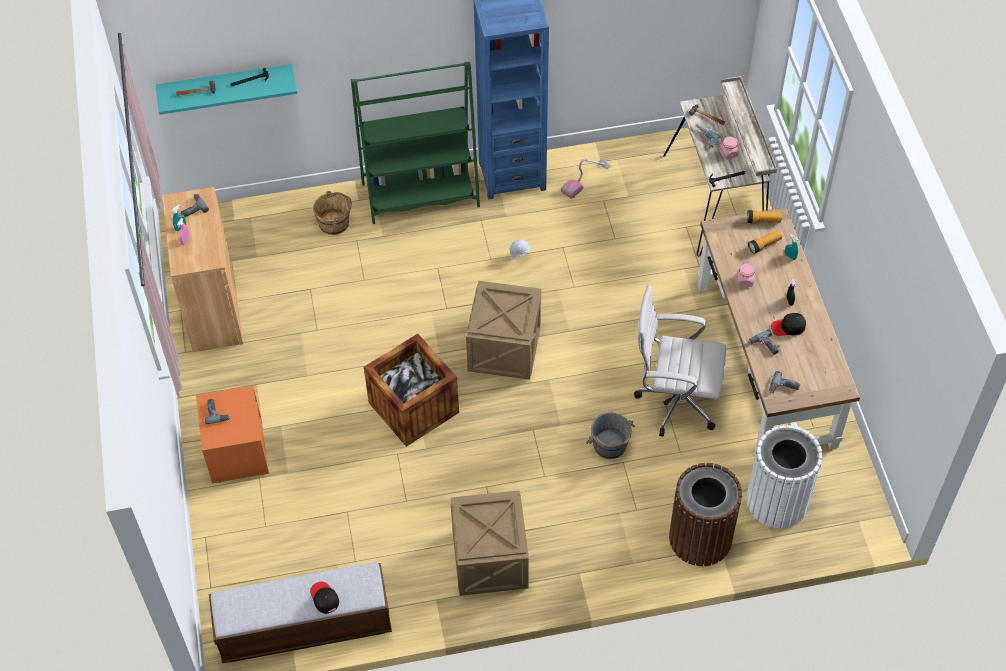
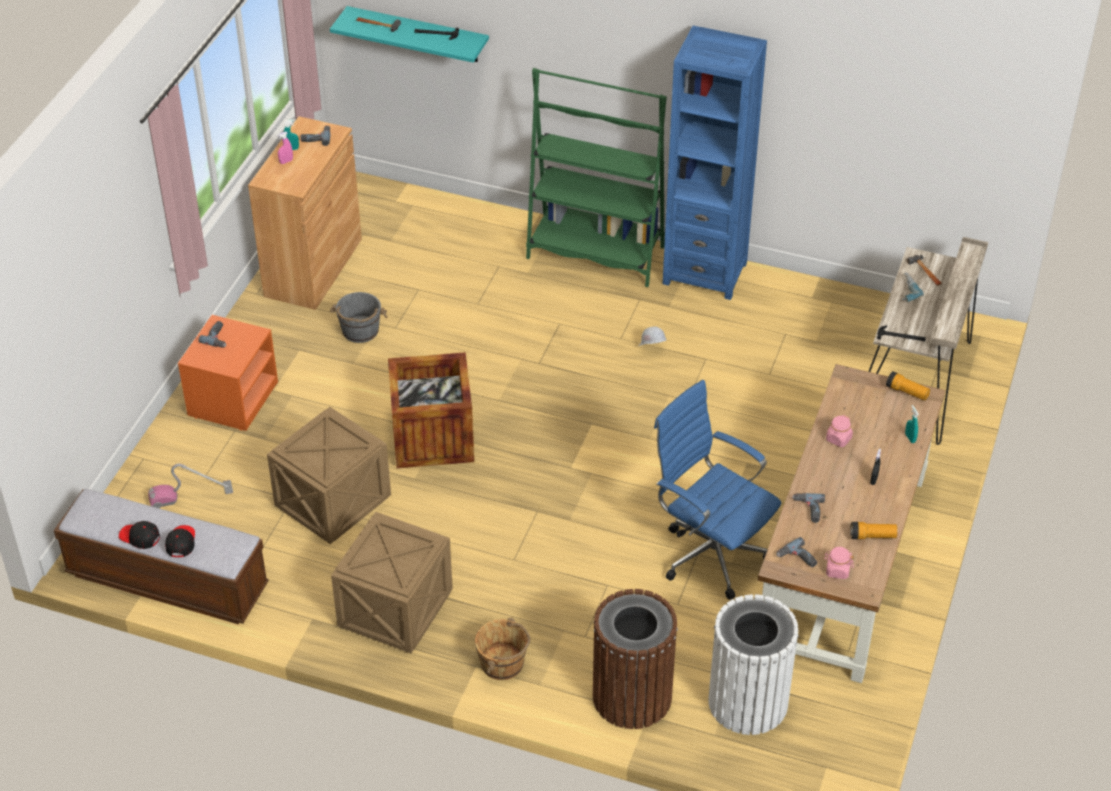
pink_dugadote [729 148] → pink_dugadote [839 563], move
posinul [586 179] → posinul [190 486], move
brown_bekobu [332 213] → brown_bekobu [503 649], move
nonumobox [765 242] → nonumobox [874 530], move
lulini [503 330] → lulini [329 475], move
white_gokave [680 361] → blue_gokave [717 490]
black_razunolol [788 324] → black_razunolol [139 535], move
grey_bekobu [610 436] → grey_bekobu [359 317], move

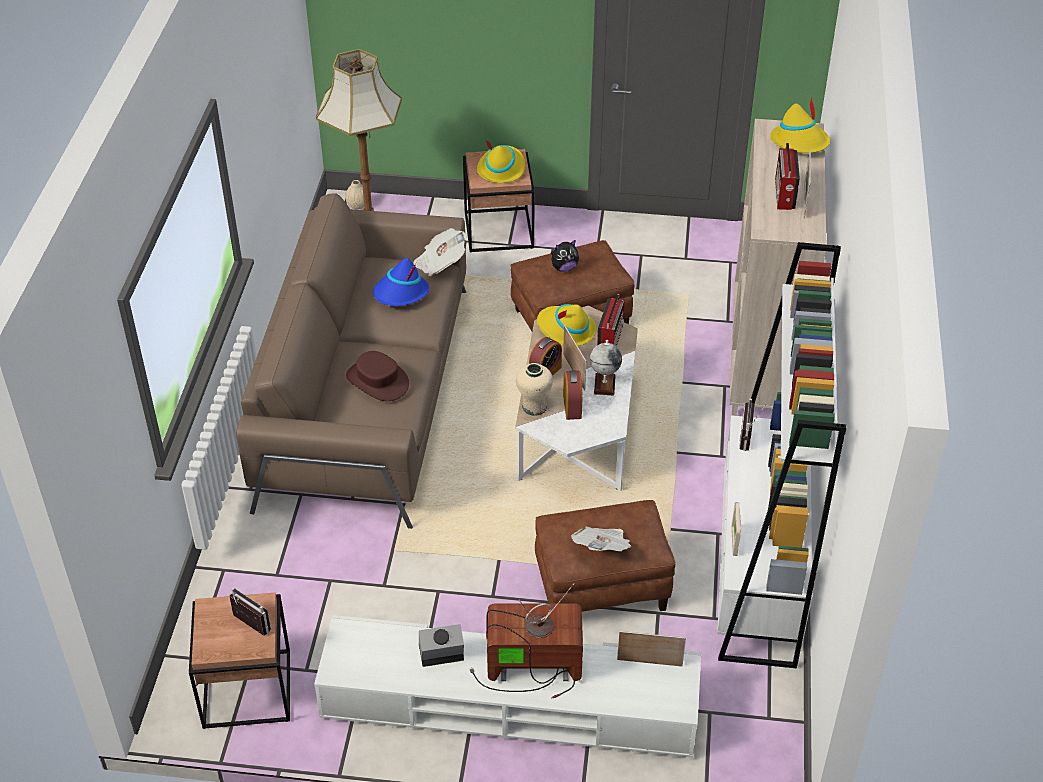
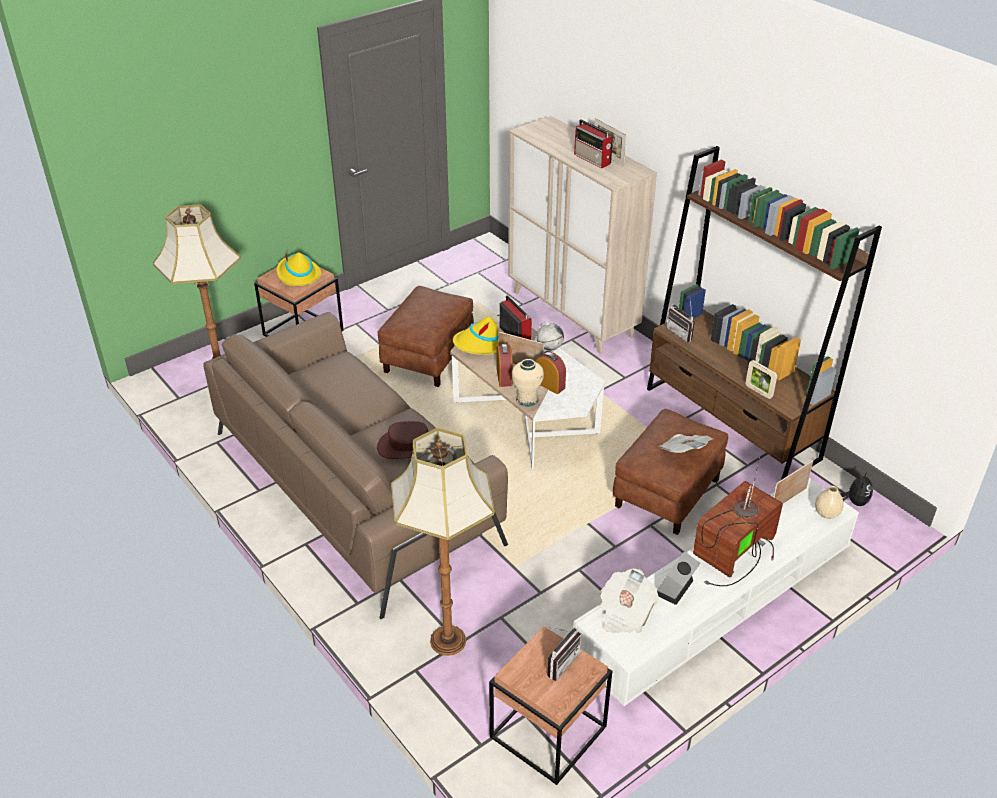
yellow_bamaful [800 125] → -
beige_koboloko [355 194] → beige_koboloko [829 502], move
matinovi [440 252] → matinovi [629 600], move
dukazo [565 256] → dukazo [856 488], move
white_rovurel [782 455] → brown_rovurel [764 313]
blue_bamaful [401 282] → -
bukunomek [250 611] → bukunomek [564 653], 135 degrees clockwise
- → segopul [443 542]

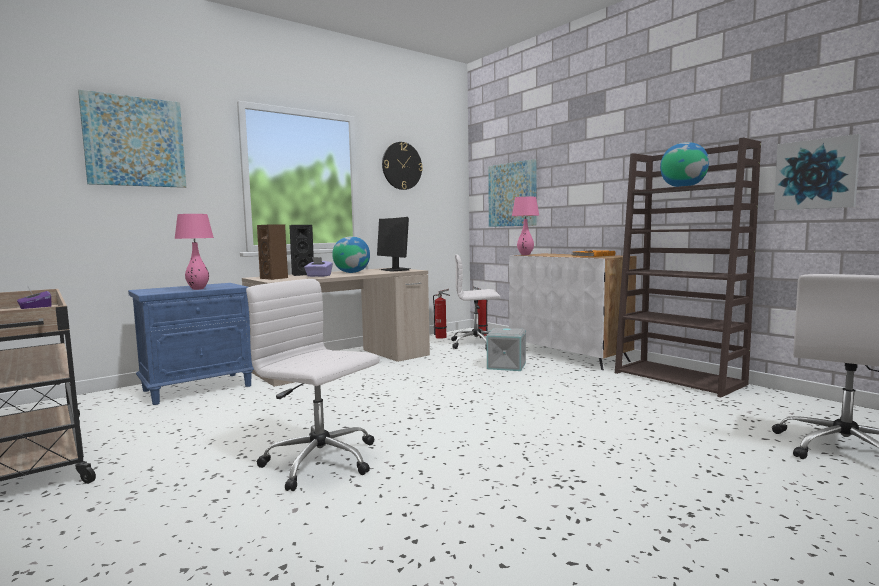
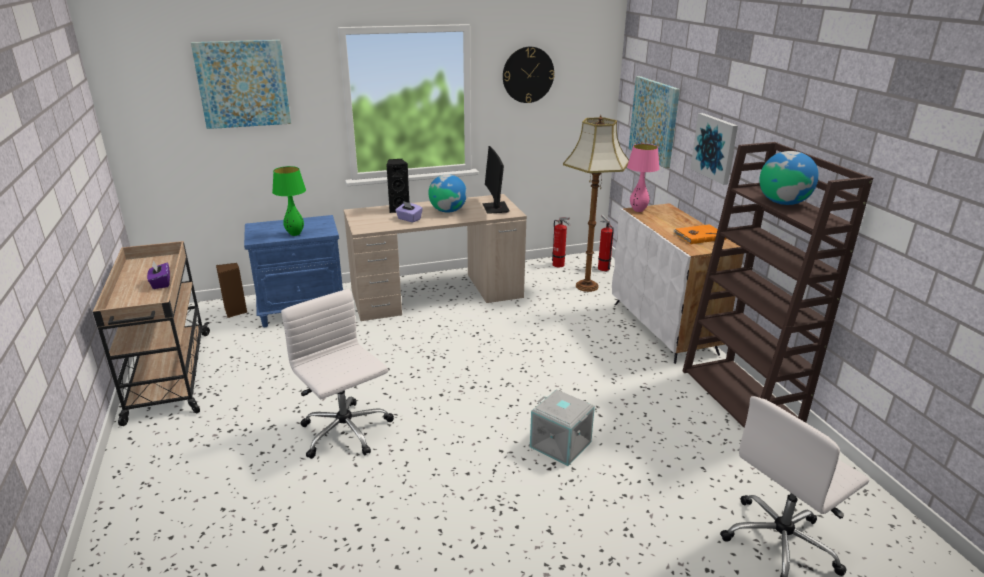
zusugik [817 172] → zusugik [714 149], move
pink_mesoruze [194 252] → green_mesoruze [289 201]
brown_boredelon [272 252] → brown_boredelon [231 290], move
white_gokave [475 302] → segopul [596 203]
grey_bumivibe [506 349] → grey_bumivibe [562 427], move

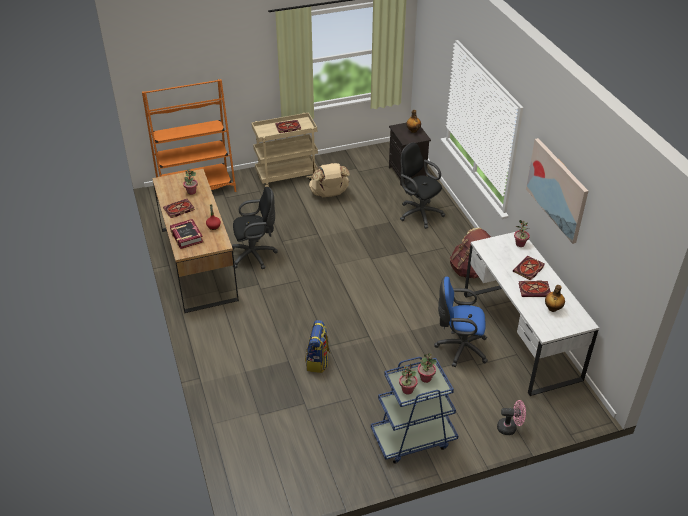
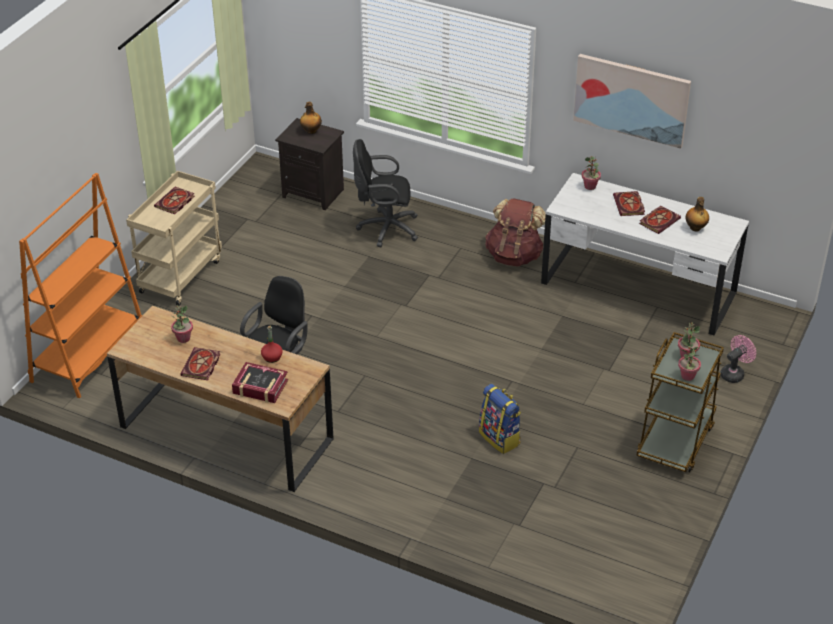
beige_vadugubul [329 180] → -
blue_gokave [461 322] → -
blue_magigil [414 410] → brown_magigil [680 402]

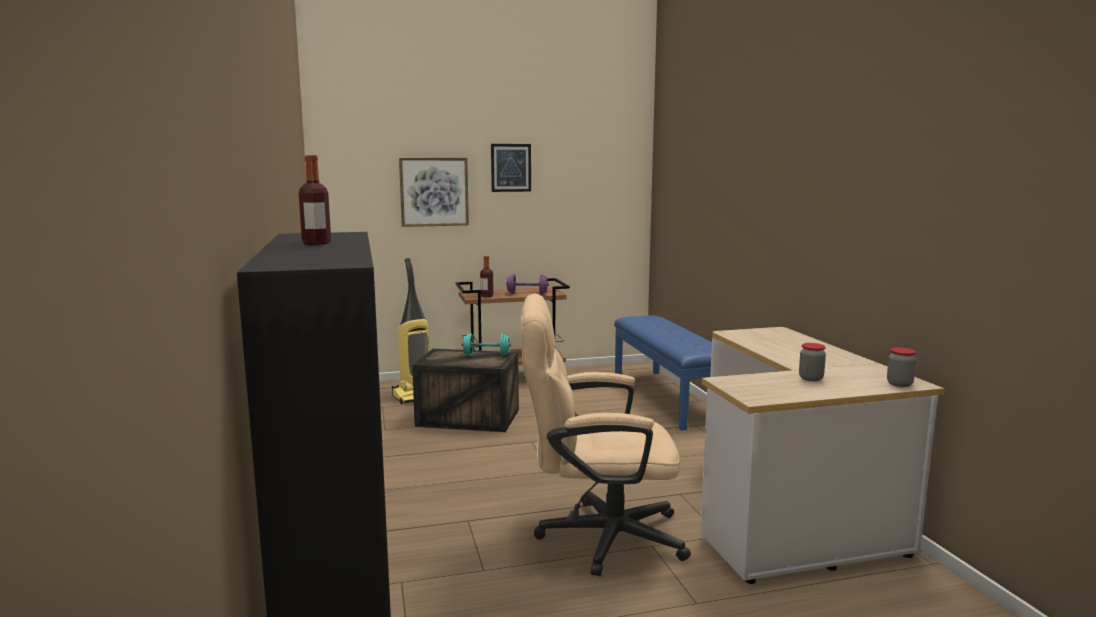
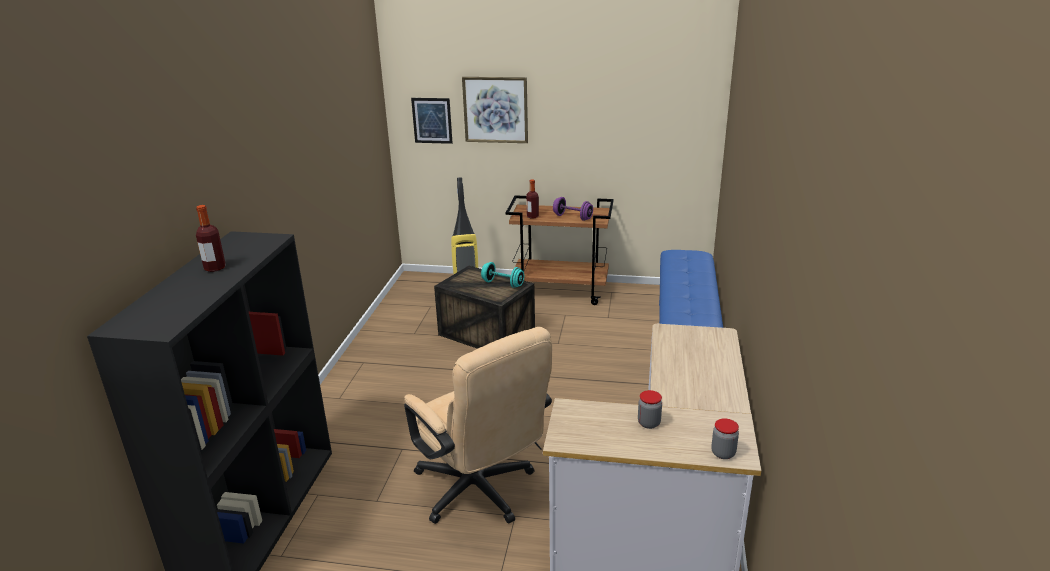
zusugik [511 168] → zusugik [431 121], move
beige_gokave [606 435] → beige_gokave [478 425], 150 degrees counterclockwise

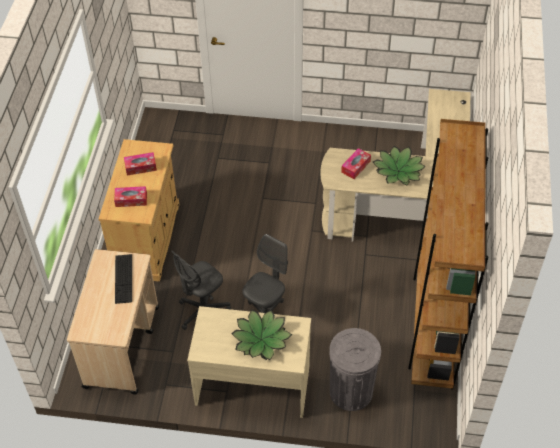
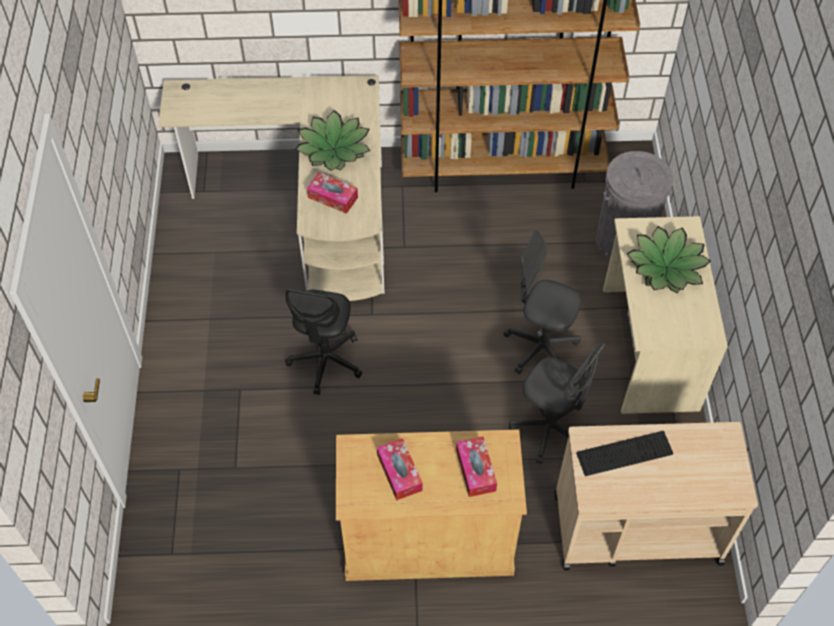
- → black_gokave [324 342]

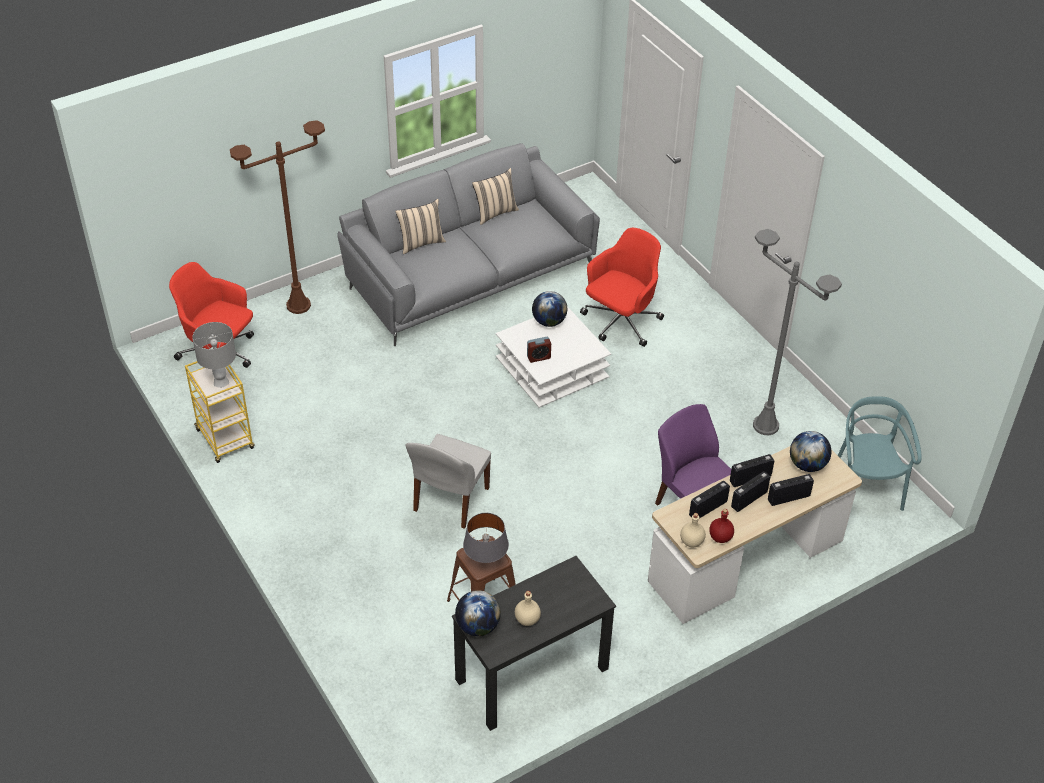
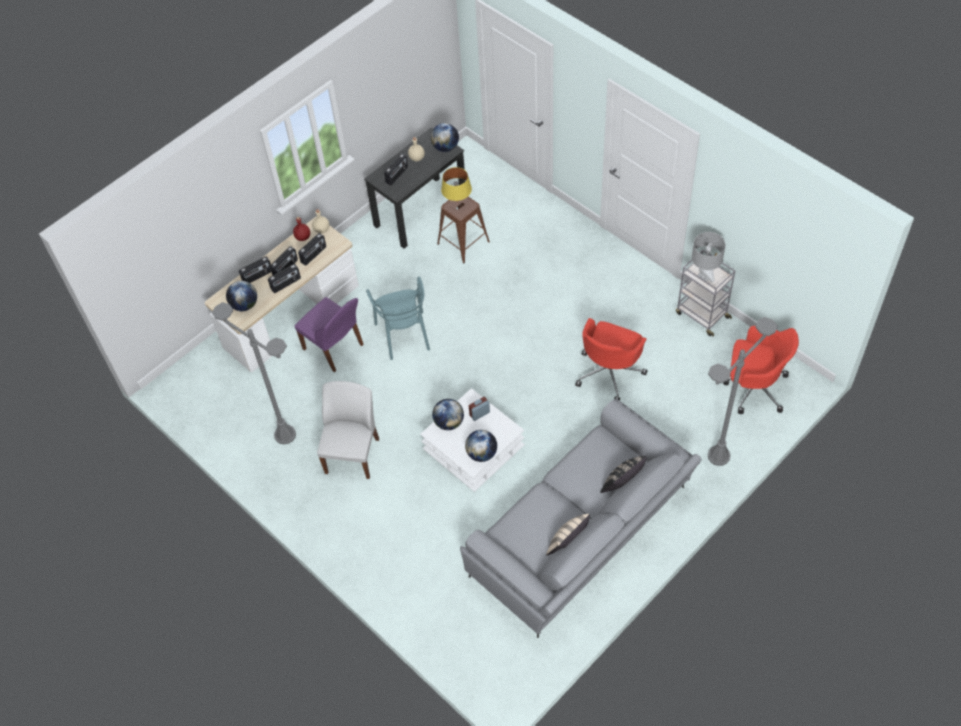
brown_segopul [277 217] → grey_segopul [743 391]
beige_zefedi [420 226] → black_zefedi [623 474]
red_gokave [622 287] → red_gokave [611 359], move
yellow_magigil [220 412] → grey_magigil [705 293]
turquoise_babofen [880 453] → turquoise_babofen [398 318], move
white_babofen [448 481] → white_babofen [348 430], move
grey_mesoruze [486 538] → yellow_mesoruze [456 185]
- → bukunomek [396 169]
- → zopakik [448 414]

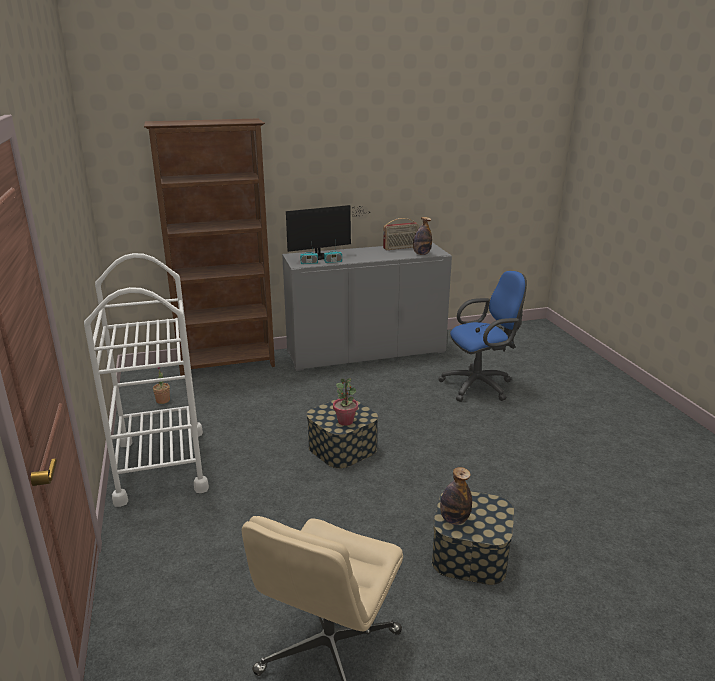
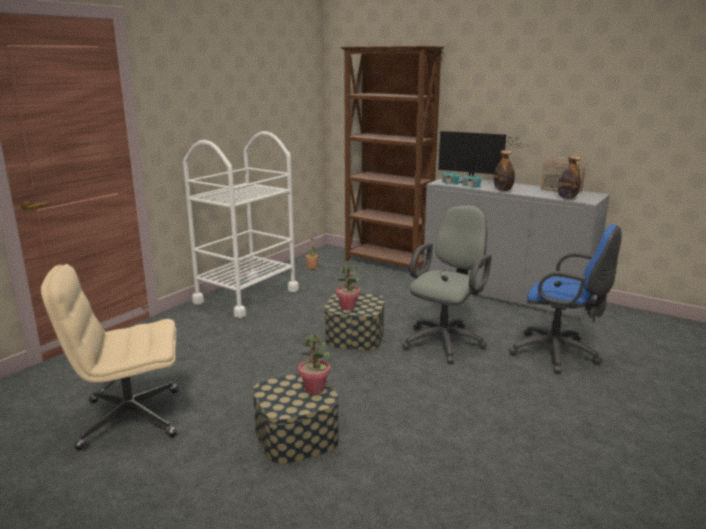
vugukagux [456 496] → vugukagux [504 170], move
- → grey_gokave [447 285]
- → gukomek [314 364]

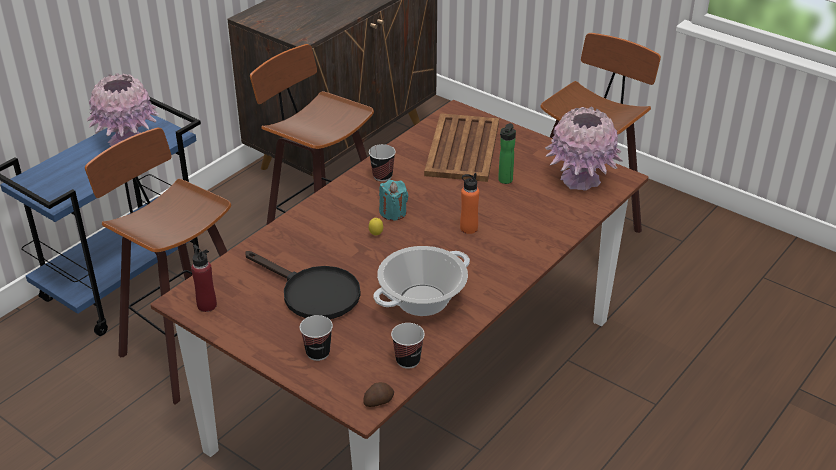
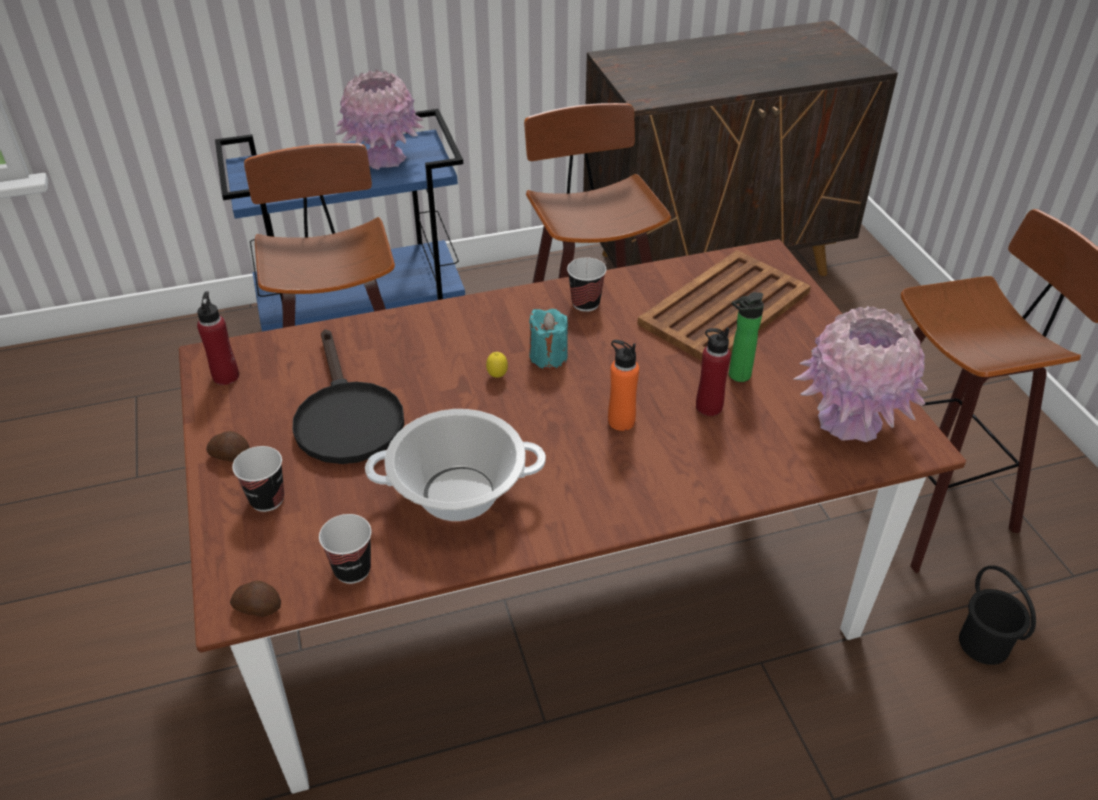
- → red_vugukagux [713 371]
- → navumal [228 446]
- → black_bekobu [997 615]

